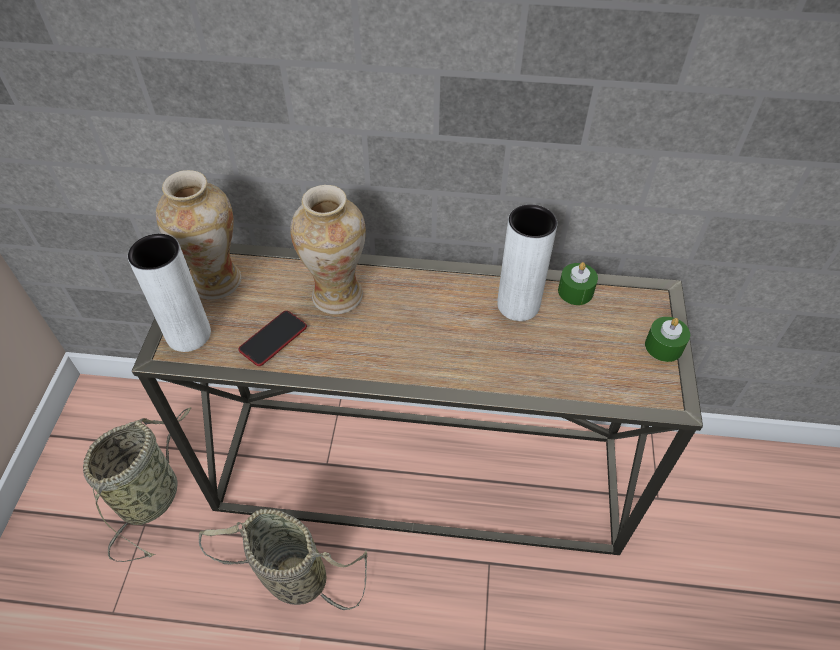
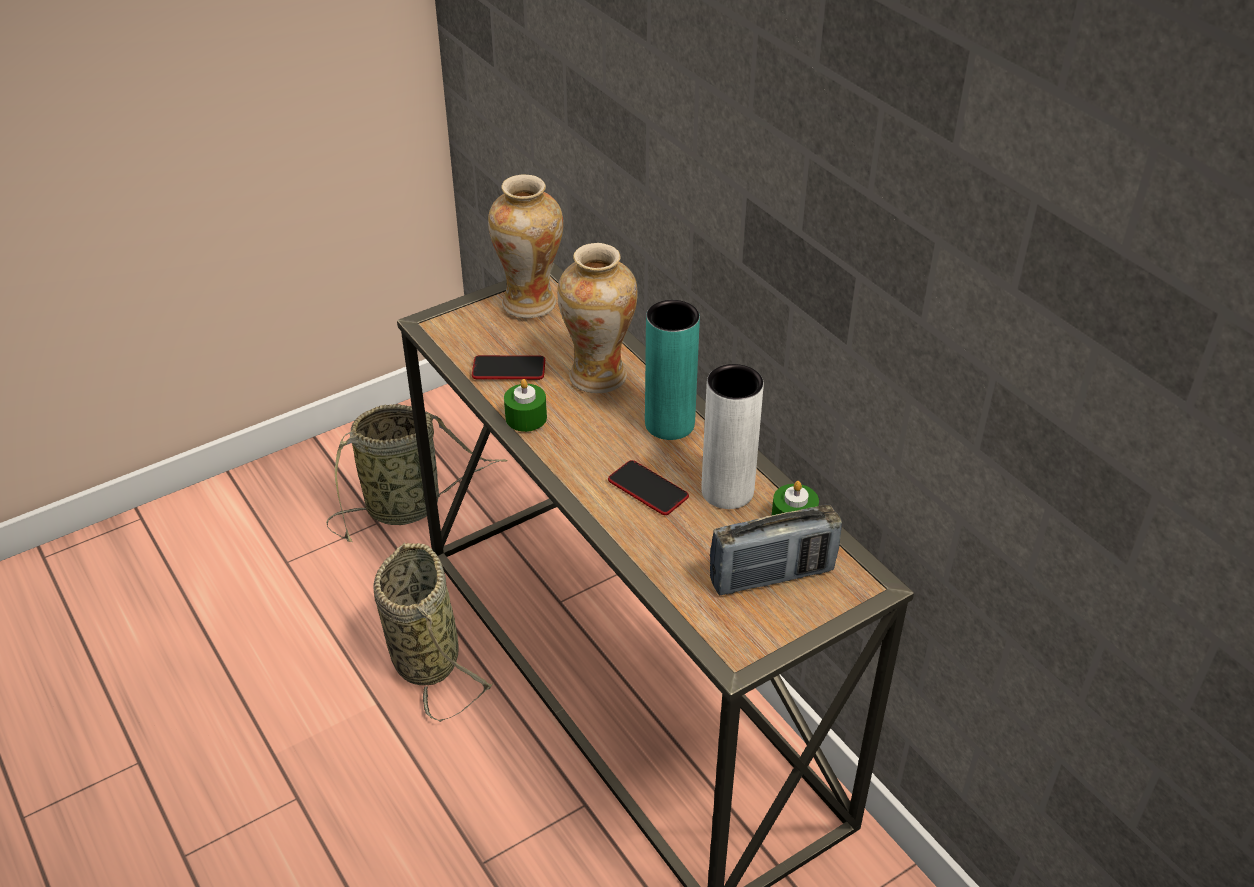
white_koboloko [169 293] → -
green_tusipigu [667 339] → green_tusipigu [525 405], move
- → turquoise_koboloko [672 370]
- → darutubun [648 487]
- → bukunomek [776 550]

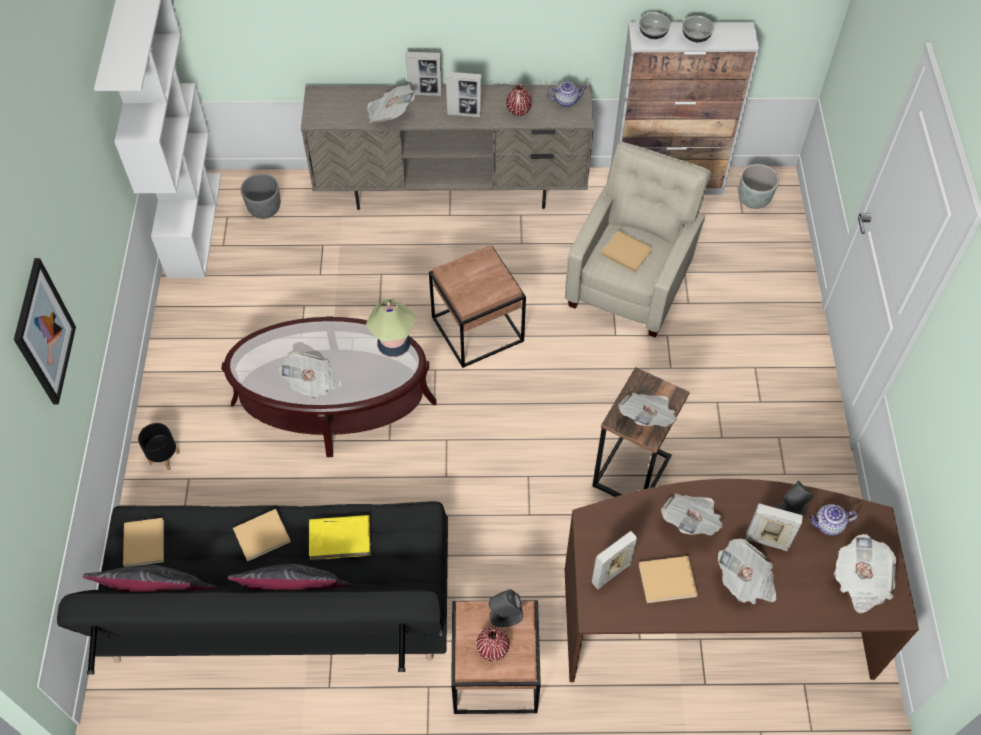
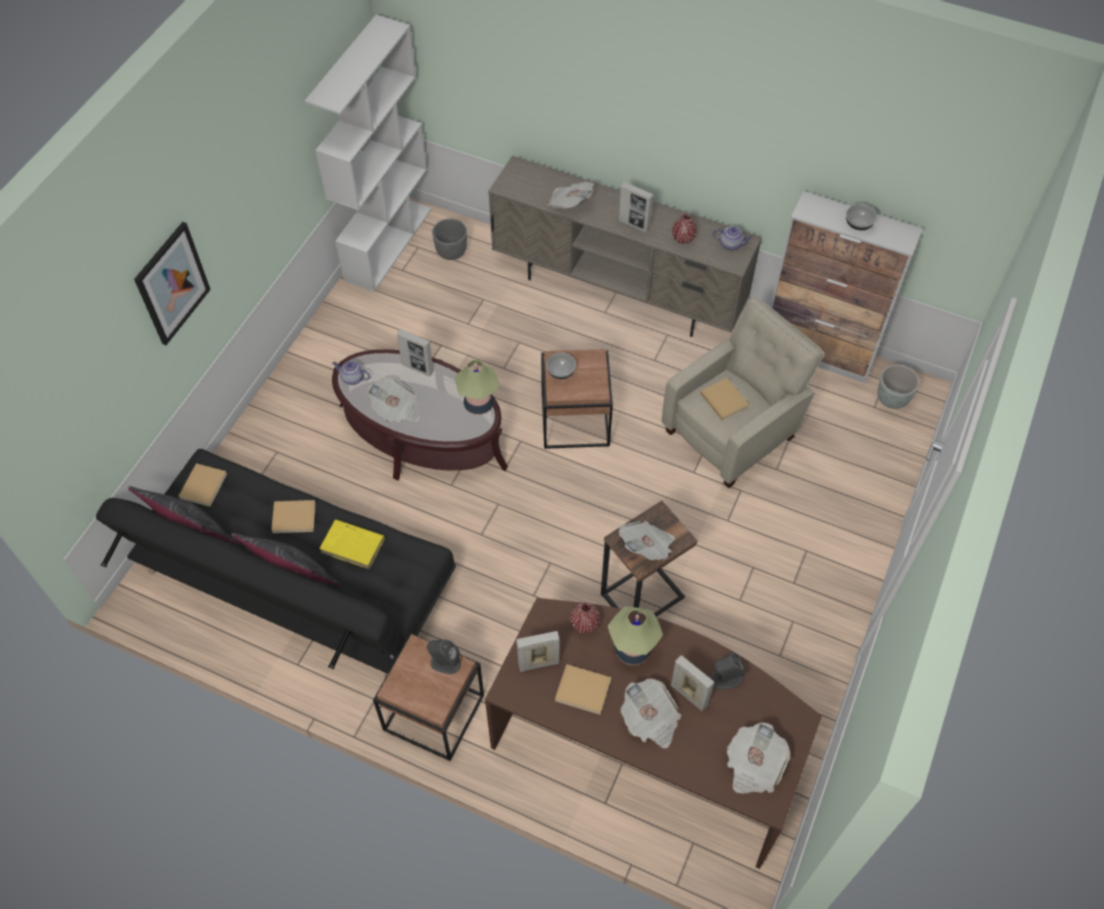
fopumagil [655 26] → fopumagil [561 366], move
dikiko [423 74] → dikiko [415 353], move
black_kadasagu [159 446] → -
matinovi [692 514] → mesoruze [635 636]
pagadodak [833 520] → pagadodak [351 372], move
red_koboloko [493 644] → red_koboloko [585 618], move

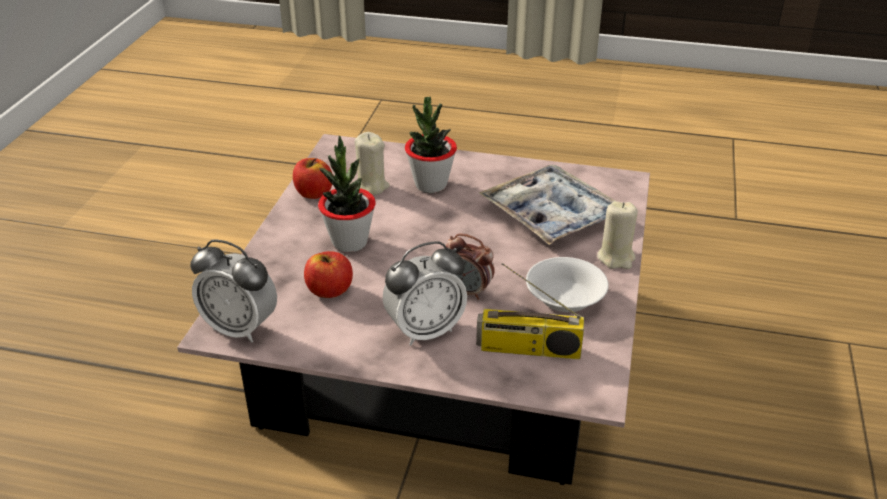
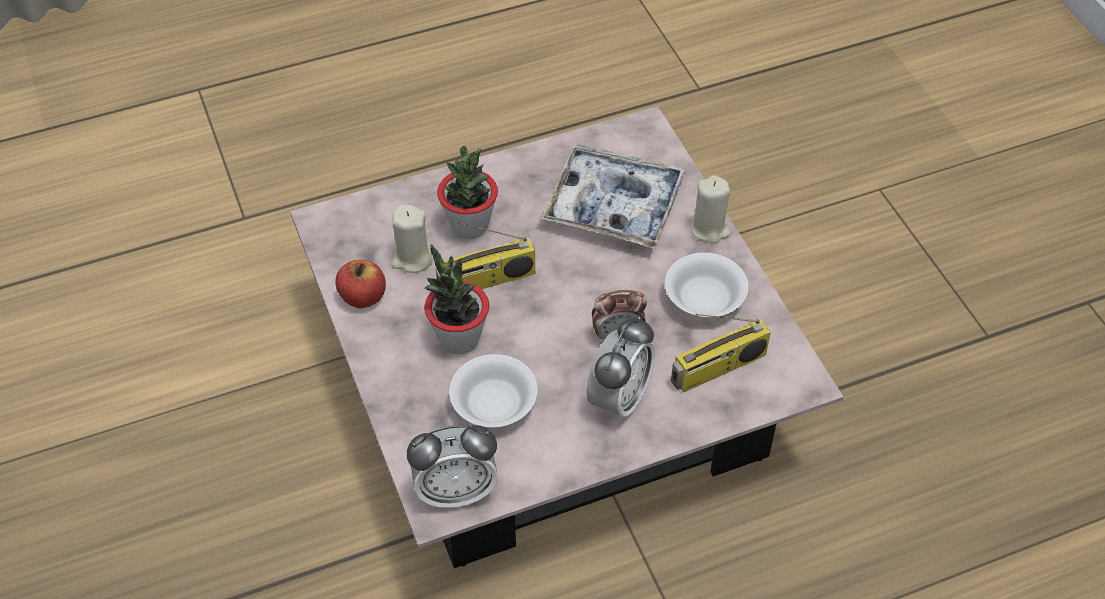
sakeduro [328 274] → white_fopumagil [493 391]
- → bukunomek [485 254]

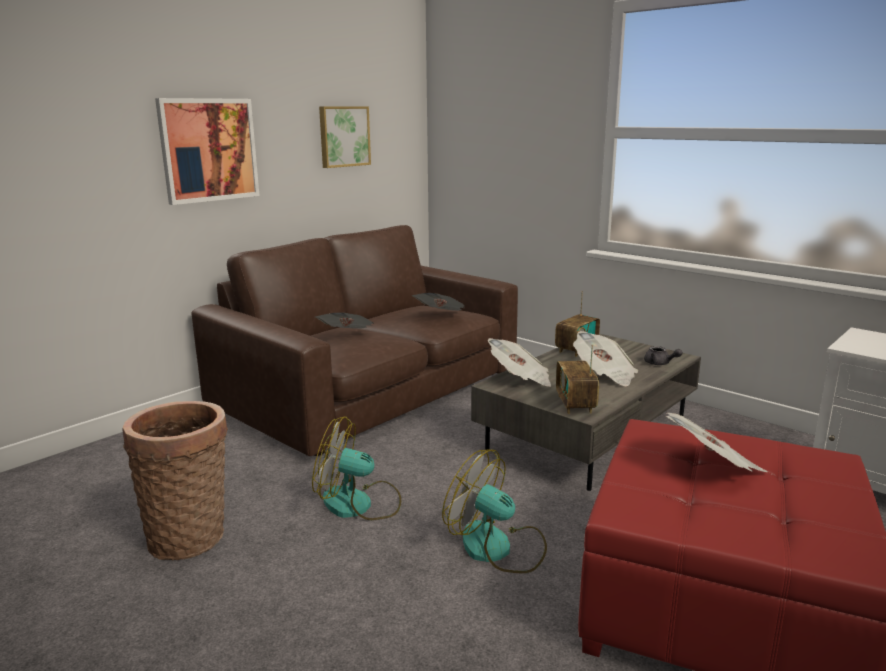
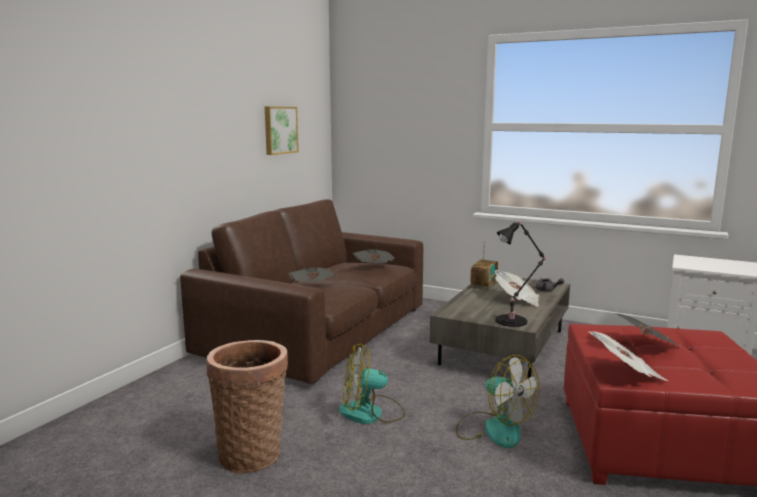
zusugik [207 151] → -
matinovi [519 362] → matinovi [628 356], move
bukunomek [577 379] → black_mesoruze [521 274]
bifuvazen [494 511] → bifuvazen [497 401], 150 degrees counterclockwise

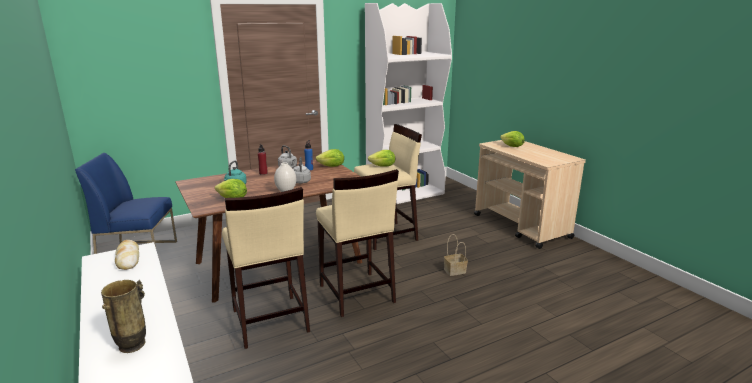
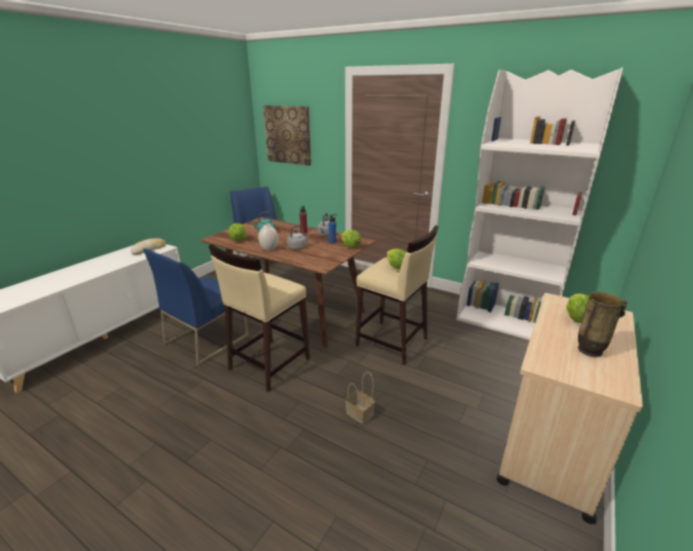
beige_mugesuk [266 268] → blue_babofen [196 307]
koboloko [123 316] → koboloko [603 324], move
- → zusugik [287 135]

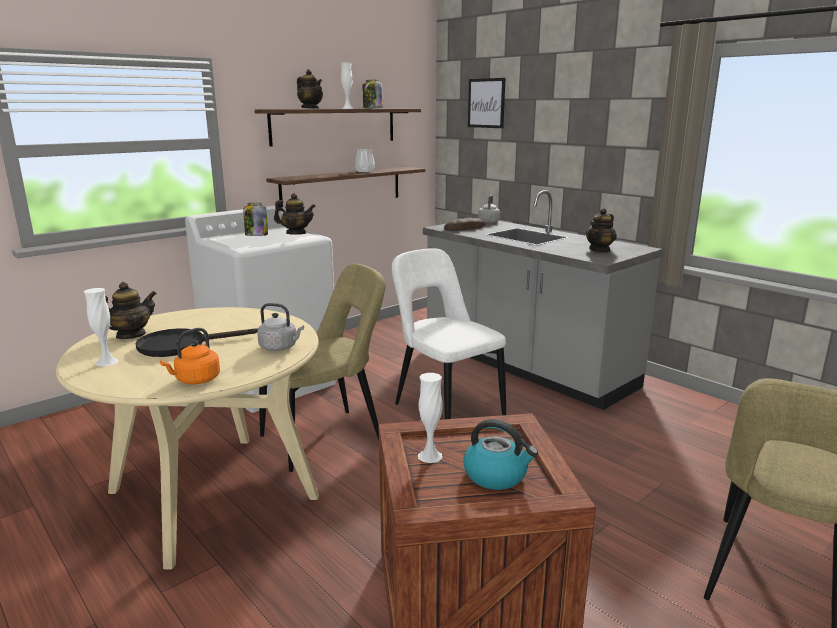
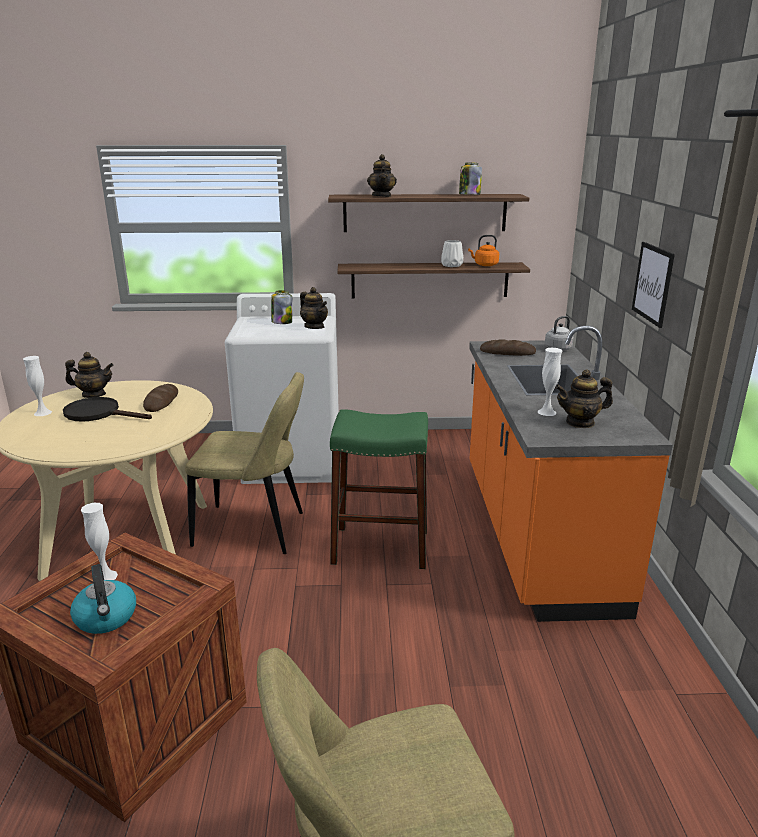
white_koboloko [347 86] → white_koboloko [550 382], move
zusugik [486 103] → zusugik [653 285], move
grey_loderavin [543 300] → orange_loderavin [571 474]
white_babofen [449 333] → green_mugesuk [379 489]
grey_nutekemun [280 327] → -
orange_nutekemun [190 356] → orange_nutekemun [483 250], move
- → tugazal [160 398]

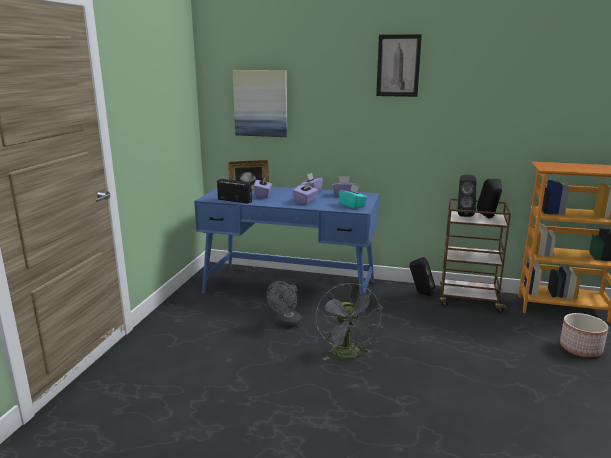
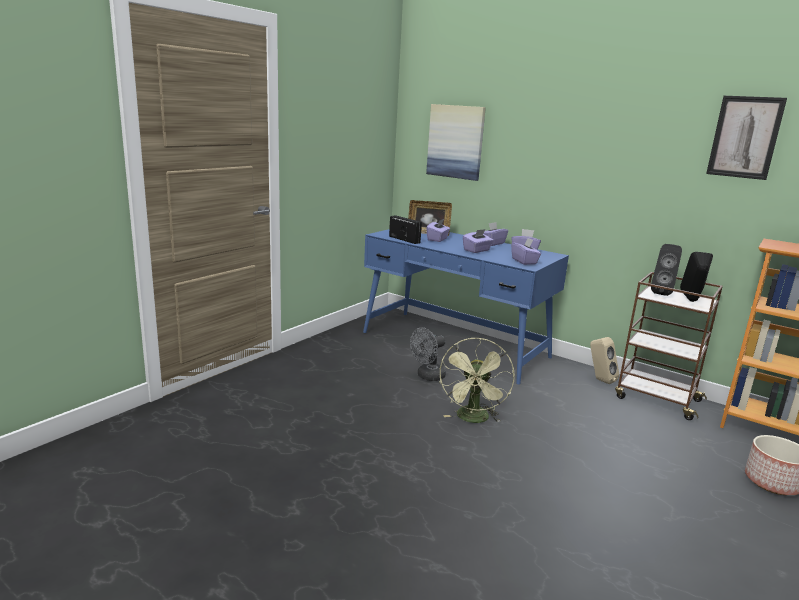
zusugik [399 65] → zusugik [746 138], move
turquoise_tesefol [353 197] → purple_tesefol [526 251]
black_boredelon [422 276] → beige_boredelon [604 361]
grey_bifuvazen [349 321] → green_bifuvazen [477 380]

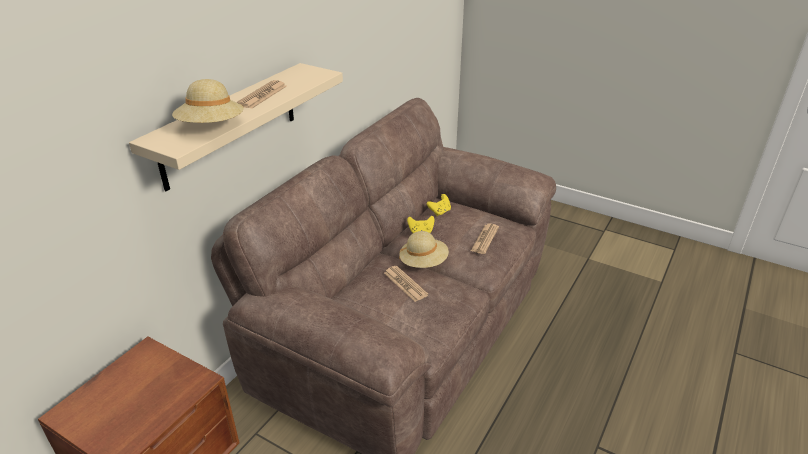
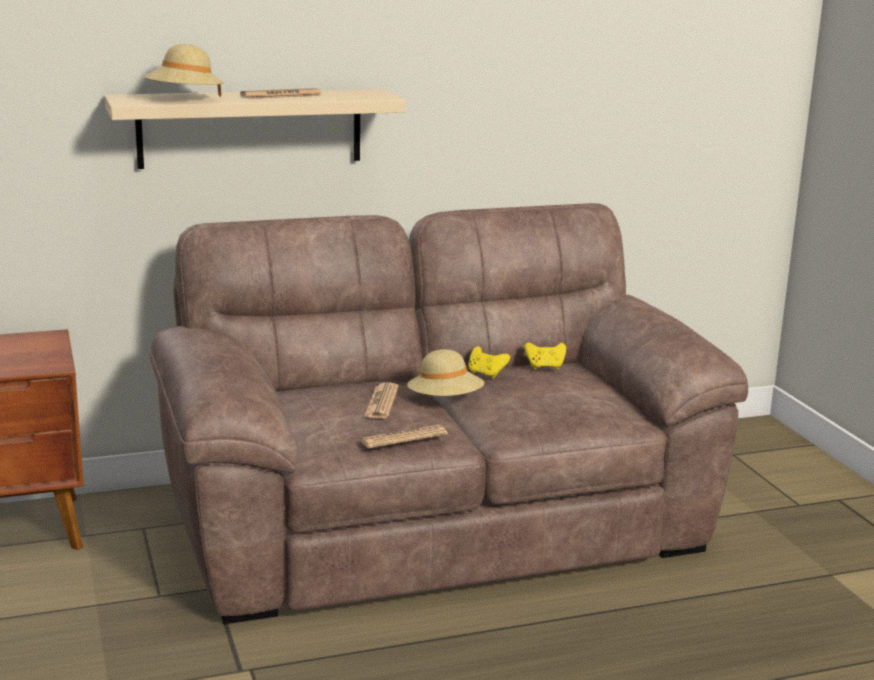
matinovi [485 238] → matinovi [404 437], move

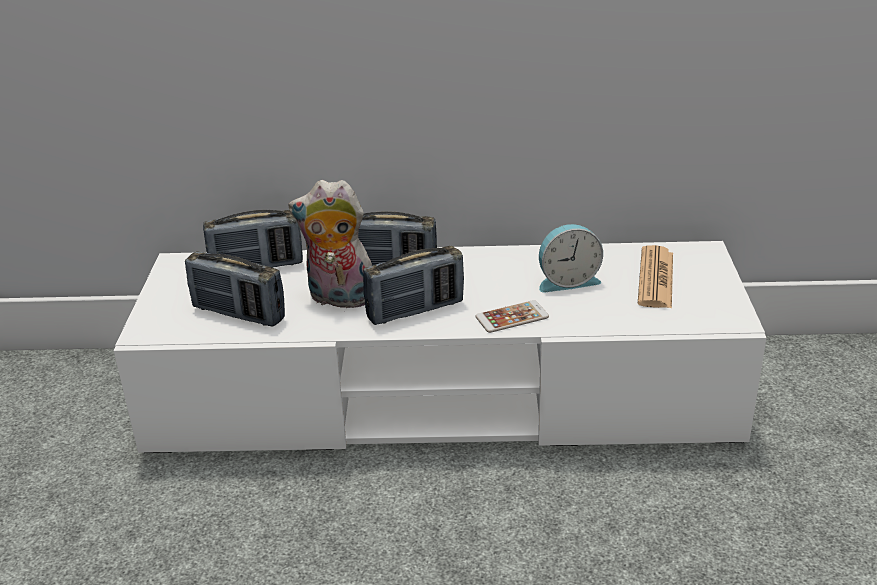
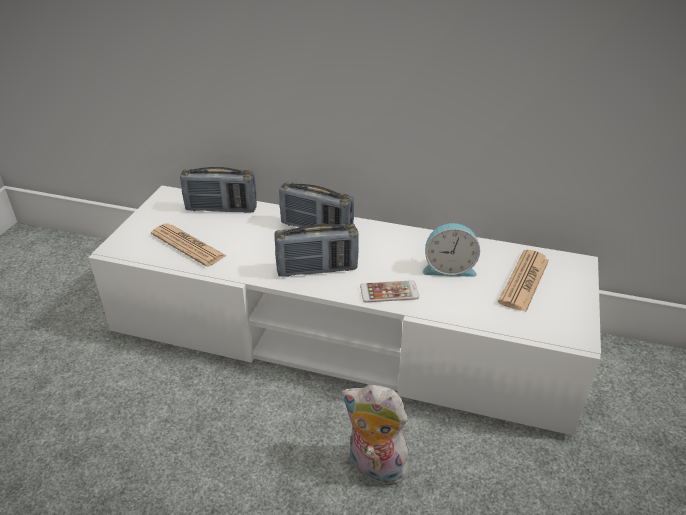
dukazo [330 244] → dukazo [376 434], move
bukunomek [235 288] → matinovi [188 245]

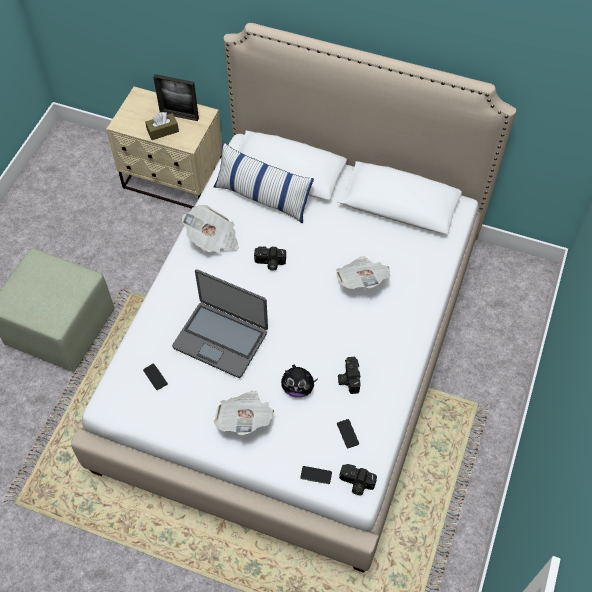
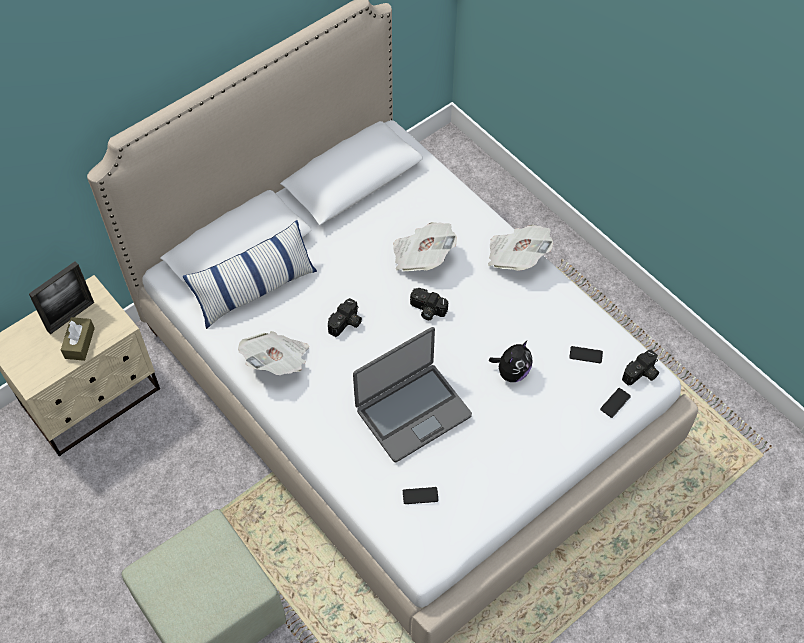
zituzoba [349 375] → zituzoba [429 304], move
matinovi [244 413] → matinovi [520 247], move

